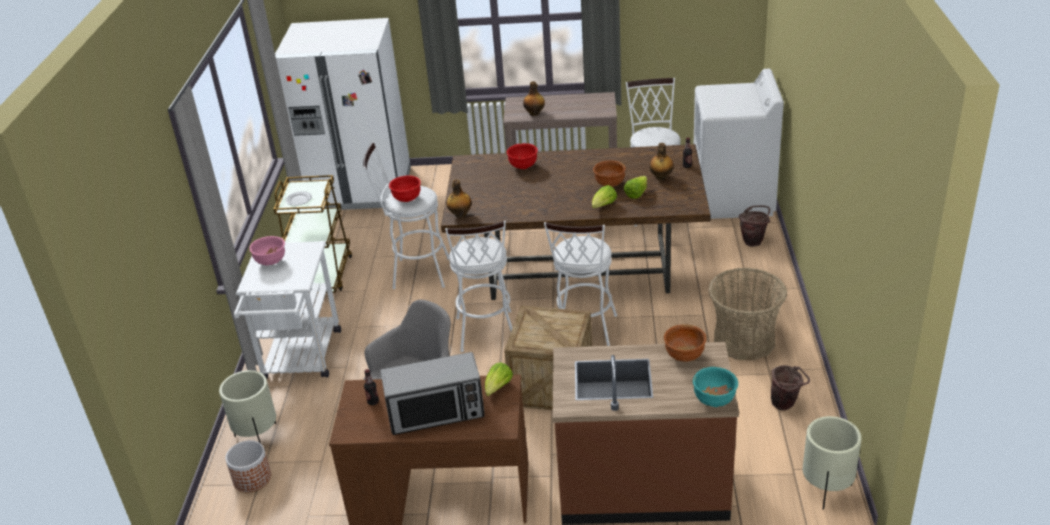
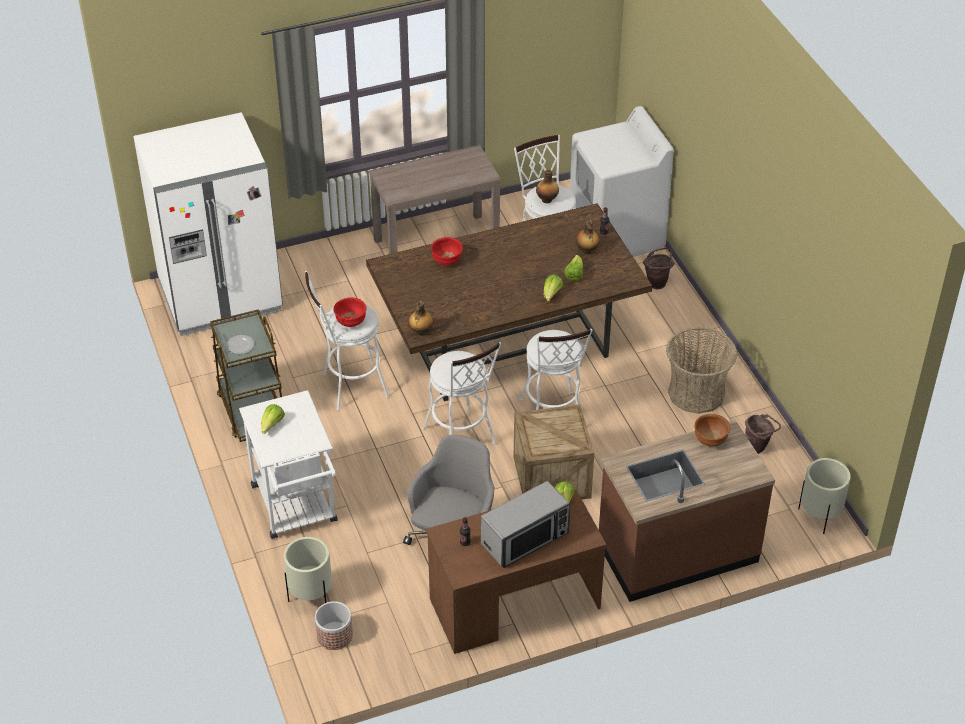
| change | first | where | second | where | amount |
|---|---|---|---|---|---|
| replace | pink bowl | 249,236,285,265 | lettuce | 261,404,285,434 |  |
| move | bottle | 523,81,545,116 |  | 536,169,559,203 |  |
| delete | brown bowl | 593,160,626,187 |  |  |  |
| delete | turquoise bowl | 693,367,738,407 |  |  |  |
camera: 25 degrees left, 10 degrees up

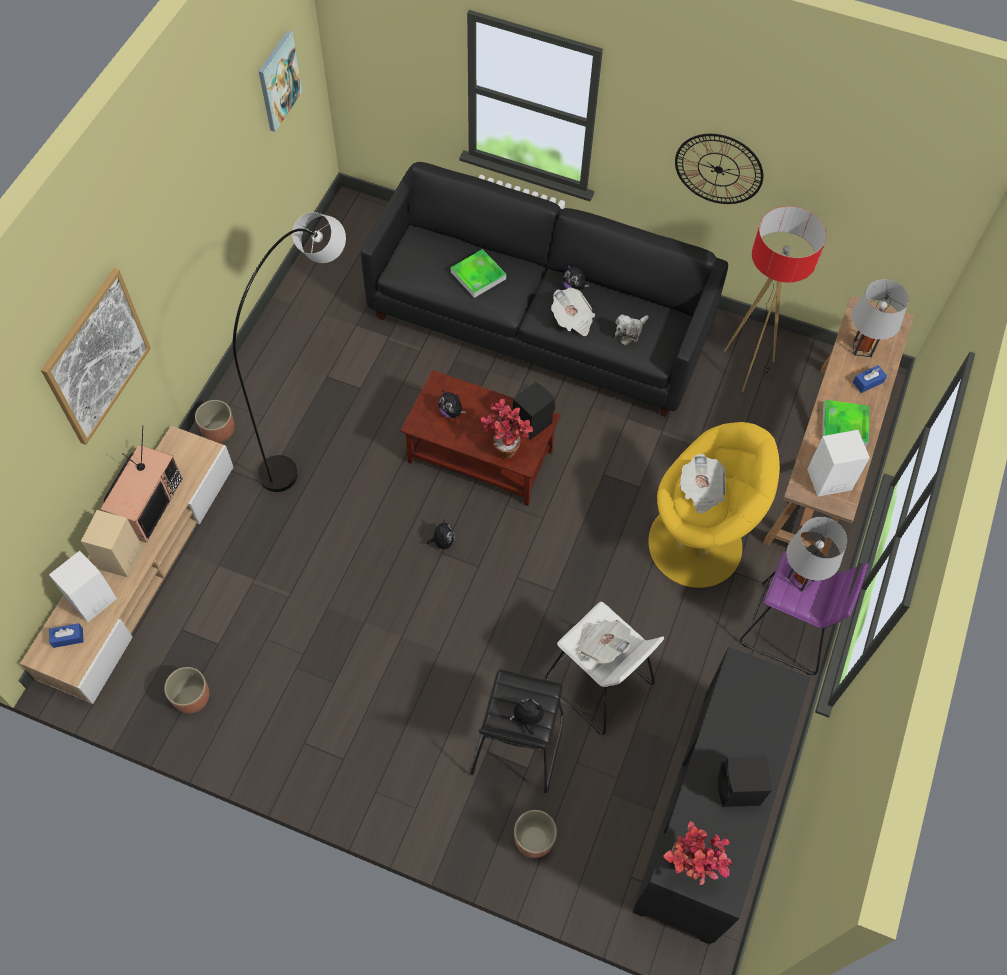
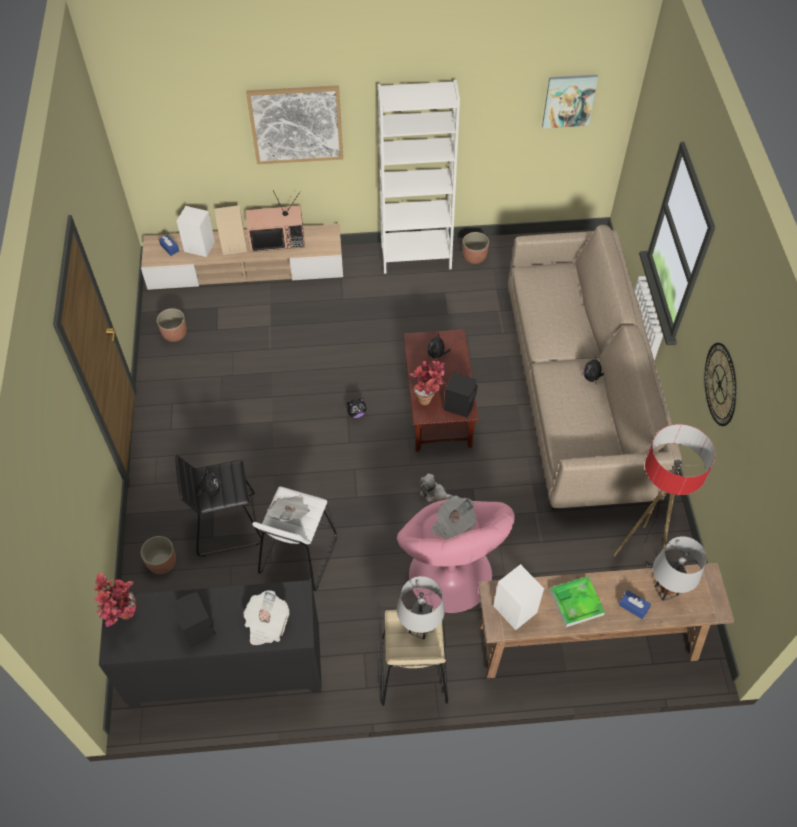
| change | first | where | second | where | amount |
|---|---|---|---|---|---|
| move | planter | 195,400,234,443 |  | 463,232,489,264 |  |
| delete | grey floor lamp | 233,212,346,492 |  |  |  |
| recolor | black sofa | 361,162,728,417 | beige sofa | 508,225,682,510 |  |
| delete | tray | 451,249,506,298 |  |  |  |
| move | newspaper | 551,288,595,336 |  | 243,590,290,645 |  |
| move | plush toy | 615,314,649,345 |  | 420,473,453,501 |  |
| recolor | yellow armchair | 648,422,780,588 | pink armchair | 397,499,515,613 |  |
| recolor | purple stool | 740,551,868,675 | beige stool | 380,609,448,706 |  |
| insert |  |  | white bookcase | 378,80,460,274 |  |
camera: 65 degrees right, 5 degrees down

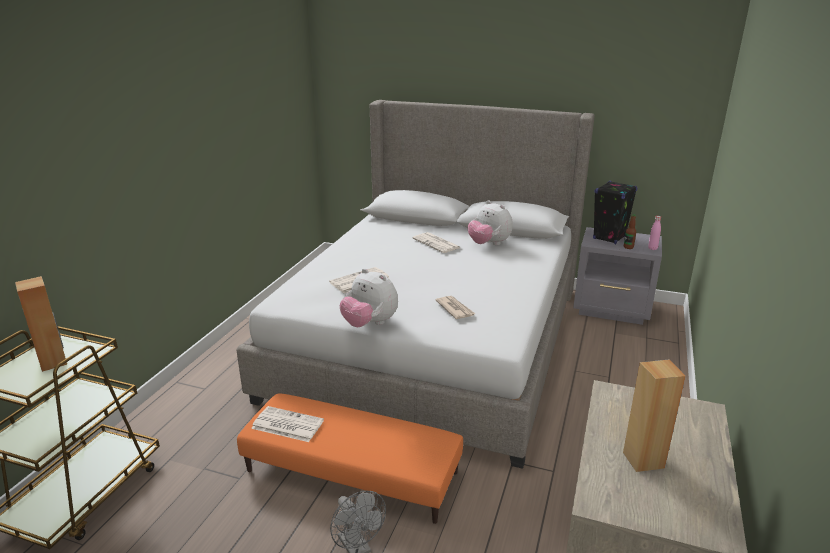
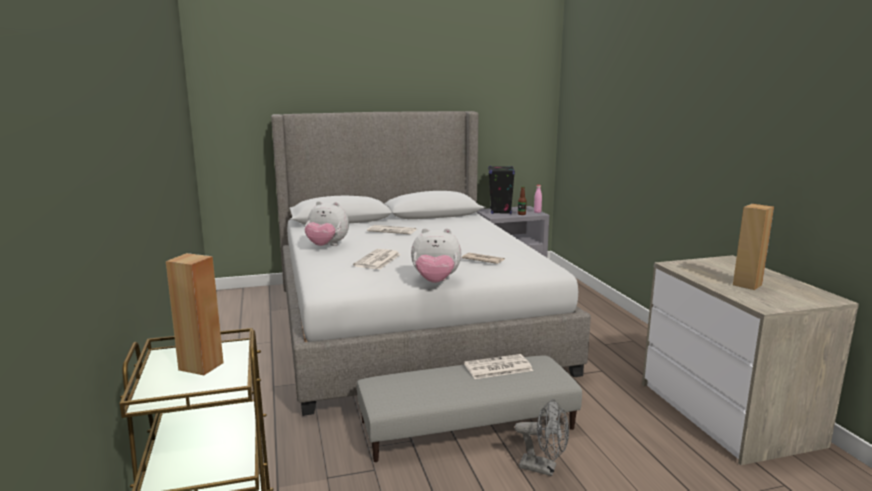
| change | first | where | second | where | amount |
|---|---|---|---|---|---|
| recolor | orange ottoman | 237,393,463,524 | grey ottoman | 357,355,582,462 |  |
| move | newspaper | 251,406,324,442 |  | 464,354,533,379 |  |
| move | plush toy | 468,200,513,245 |  | 304,201,349,246 |  |
camera: 35 degrees left, 10 degrees down

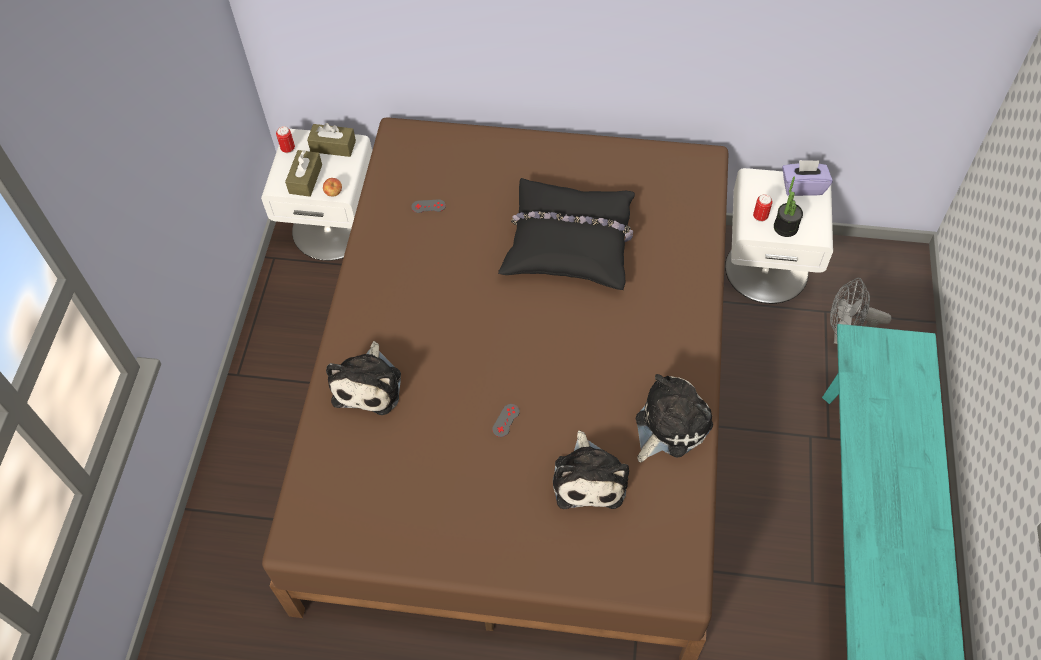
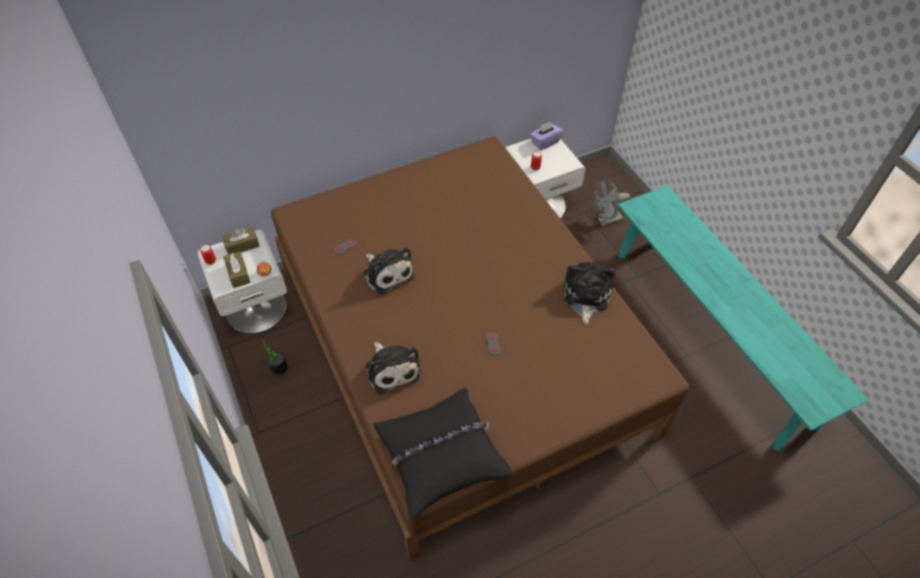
| change | first | where | second | where | amount |
|---|---|---|---|---|---|
| move | black pillow | 498,178,635,290 |  | 373,388,513,519 |  |
| move | plush toy | 553,431,629,509 |  | 363,247,414,295 |  |
| move | potted plant | 774,177,803,237 |  | 263,339,288,375 |  |
camera: 35 degrees left, 5 degrees down

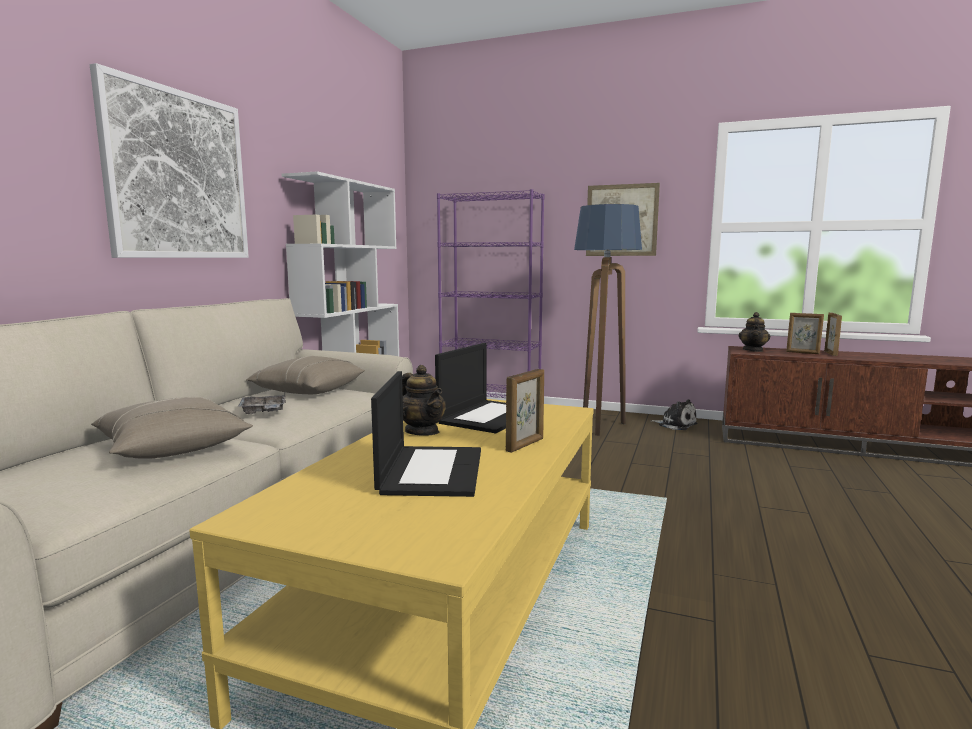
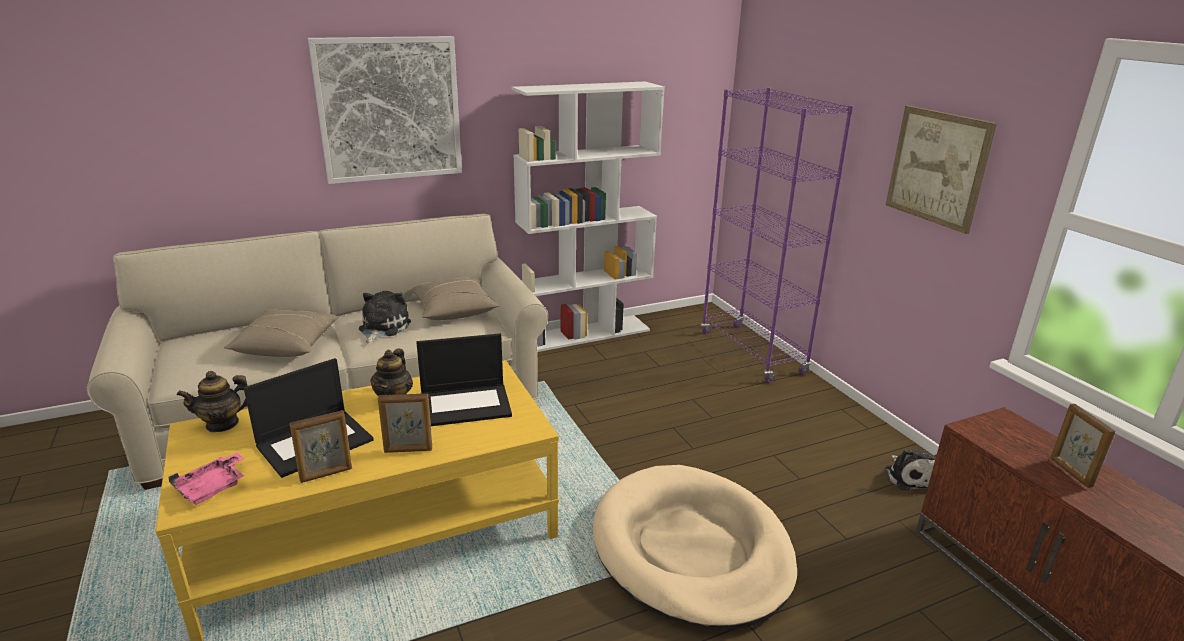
| change | first | where | second | where | amount |
|---|---|---|---|---|---|
| replace | grey tray | 238,393,286,414 | plush toy | 359,291,411,343 |  |
| delete | floor lamp | 574,204,642,436 |  |  |  |
| move | teapot | 739,312,770,352 |  | 177,371,247,432 |  |
| move | picture frame | 824,313,842,356 |  | 289,410,352,483 |  |
| insert |  |  | pink tray | 168,453,244,505 |  |
| insert |  |  | beige dog bed | 593,465,798,630 |  |
camera: 45 degrees right, 15 degrees up

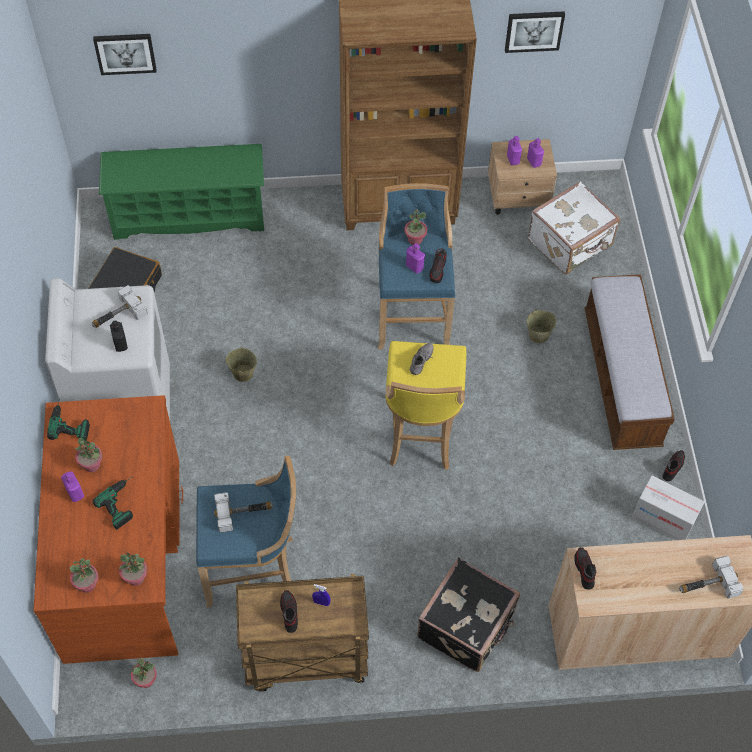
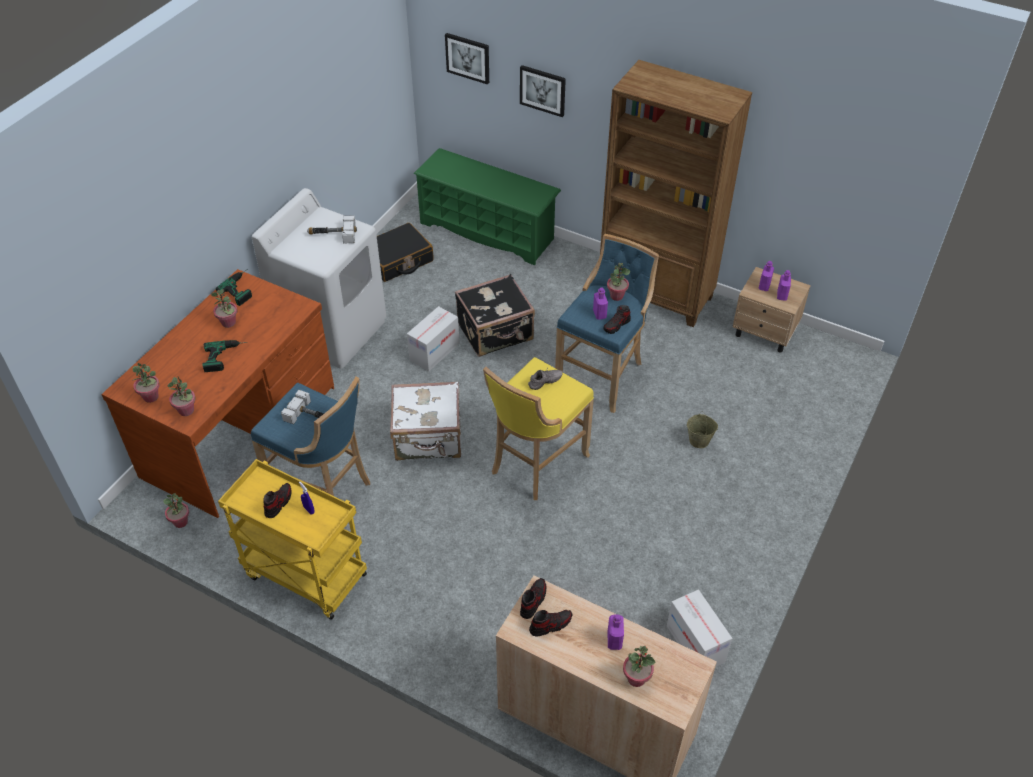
| change | first | where | second | where | amount |
|---|---|---|---|---|---|
| move | purple bottle | 61,471,84,502 |  | 607,615,624,650 |  |
| delete | black bottle | 110,320,128,352 |  |  |  |
| replace | beige bucket | 226,346,257,382 | cardboard box | 407,306,460,371 |  |
| recolor | brown cart | 236,574,369,692 | yellow cart | 218,459,367,620 |  |
| move | black suitcase | 417,558,520,672 |  | 455,274,535,357 |  |
| move | picture | 505,11,565,53 |  | 520,65,566,117 |  |
| move | white suitcase | 528,181,620,274 |  | 390,381,461,461 |  |
| delete | bench | 584,274,675,450 |  |  |  |
| move | shoe | 663,450,685,481 |  | 529,610,573,637 |  |
| replace | hammer | 679,556,744,598 | potted plant | 623,646,655,687 |  |
camera: 35 degrees right, 10 degrees down

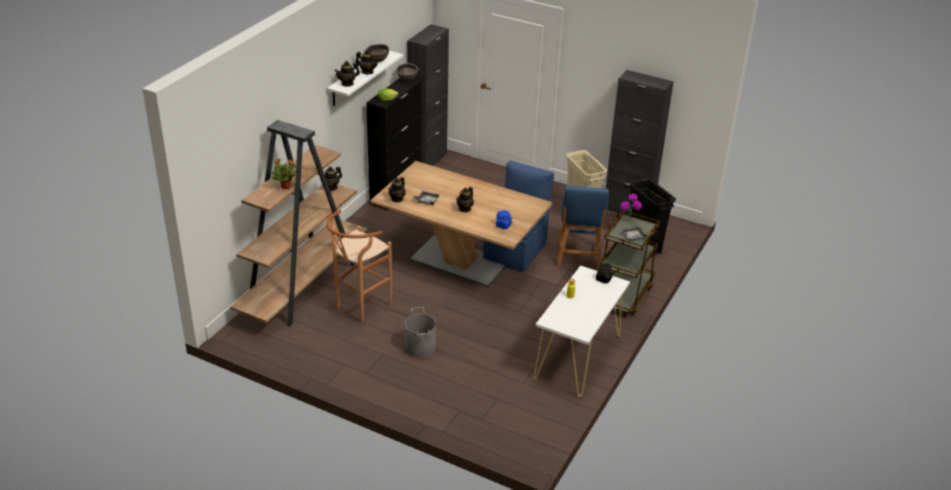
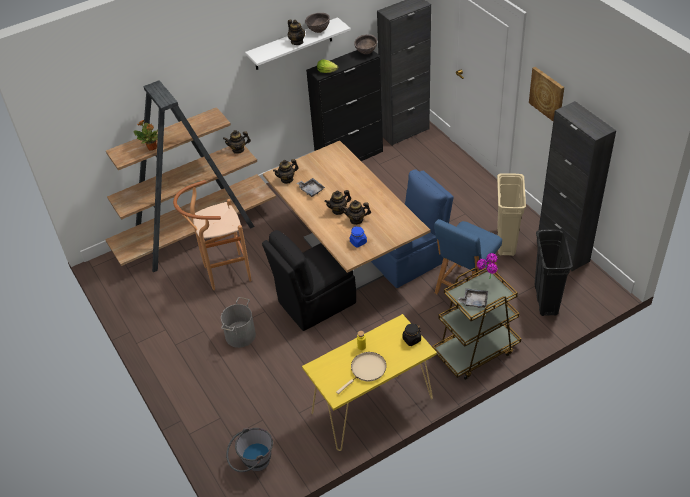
| change | first | where | second | where | amount |
|---|---|---|---|---|---|
| move | teapot | 334,61,360,87 |  | 341,200,371,225 |  |
| recolor | white console table | 534,265,630,396 | yellow console table | 302,314,437,451 |  |
| insert |  |  | grey bucket | 226,428,273,472 |  |
| insert |  |  | black chair | 262,230,356,331 |  |
| insert |  |  | beige frying pan | 336,352,386,394 |  |
| insert |  |  | picture | 529,67,564,121 |  |
camera: 35 degrees right, 10 degrees up

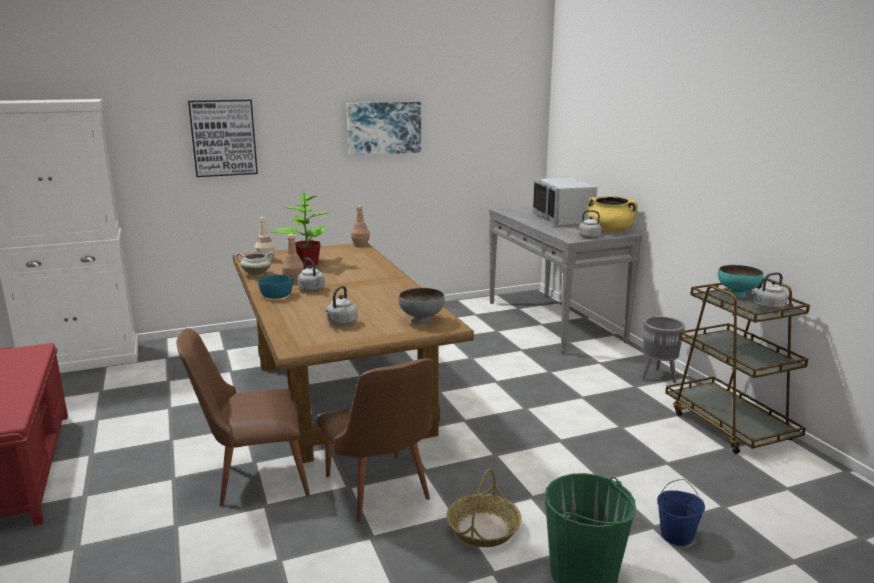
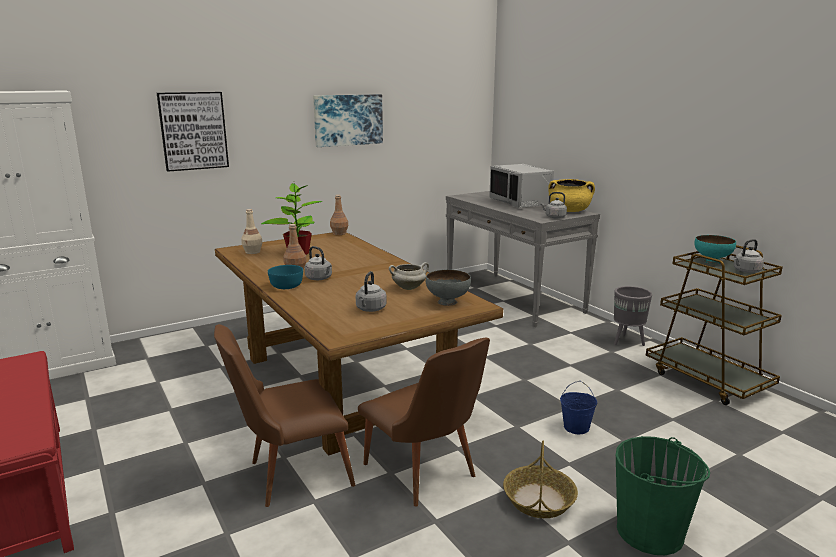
| change | first | where | second | where | amount |
|---|---|---|---|---|---|
| move | white cooking pot | 236,252,274,276 |  | 389,262,429,290 |  |
| move | blue bucket | 657,479,705,546 |  | 560,381,597,434 |  |
camera: 10 degrees left, 0 degrees up

